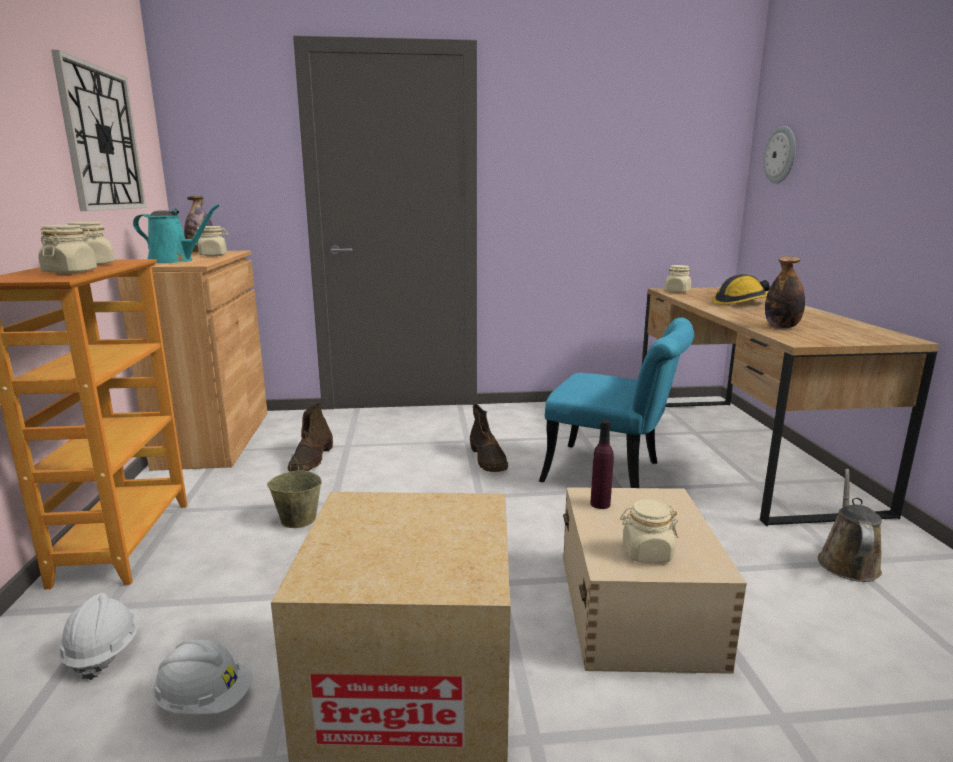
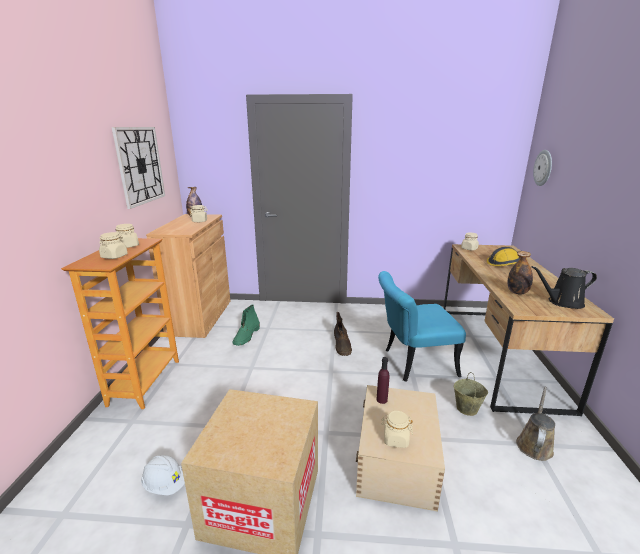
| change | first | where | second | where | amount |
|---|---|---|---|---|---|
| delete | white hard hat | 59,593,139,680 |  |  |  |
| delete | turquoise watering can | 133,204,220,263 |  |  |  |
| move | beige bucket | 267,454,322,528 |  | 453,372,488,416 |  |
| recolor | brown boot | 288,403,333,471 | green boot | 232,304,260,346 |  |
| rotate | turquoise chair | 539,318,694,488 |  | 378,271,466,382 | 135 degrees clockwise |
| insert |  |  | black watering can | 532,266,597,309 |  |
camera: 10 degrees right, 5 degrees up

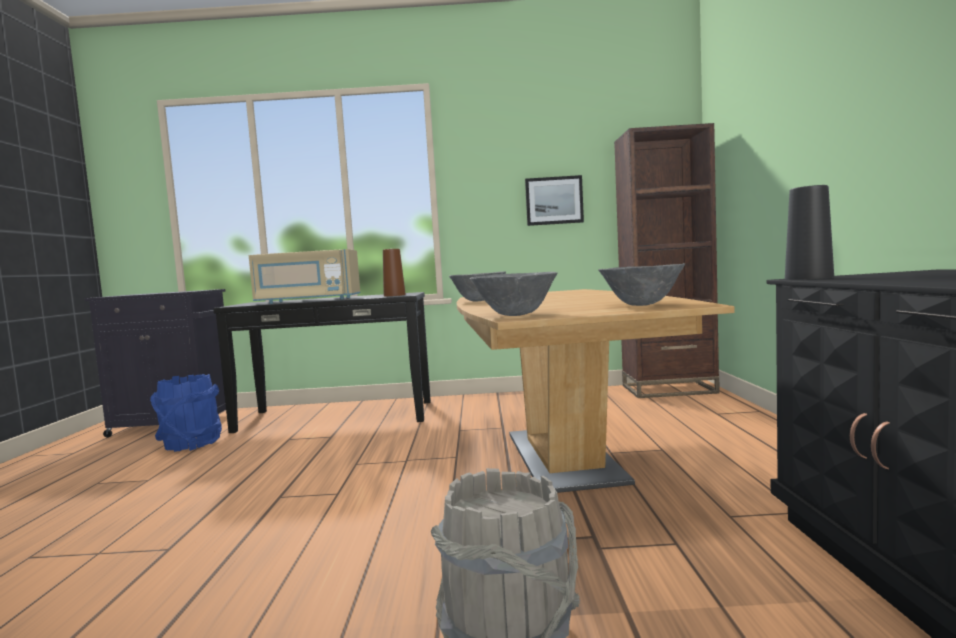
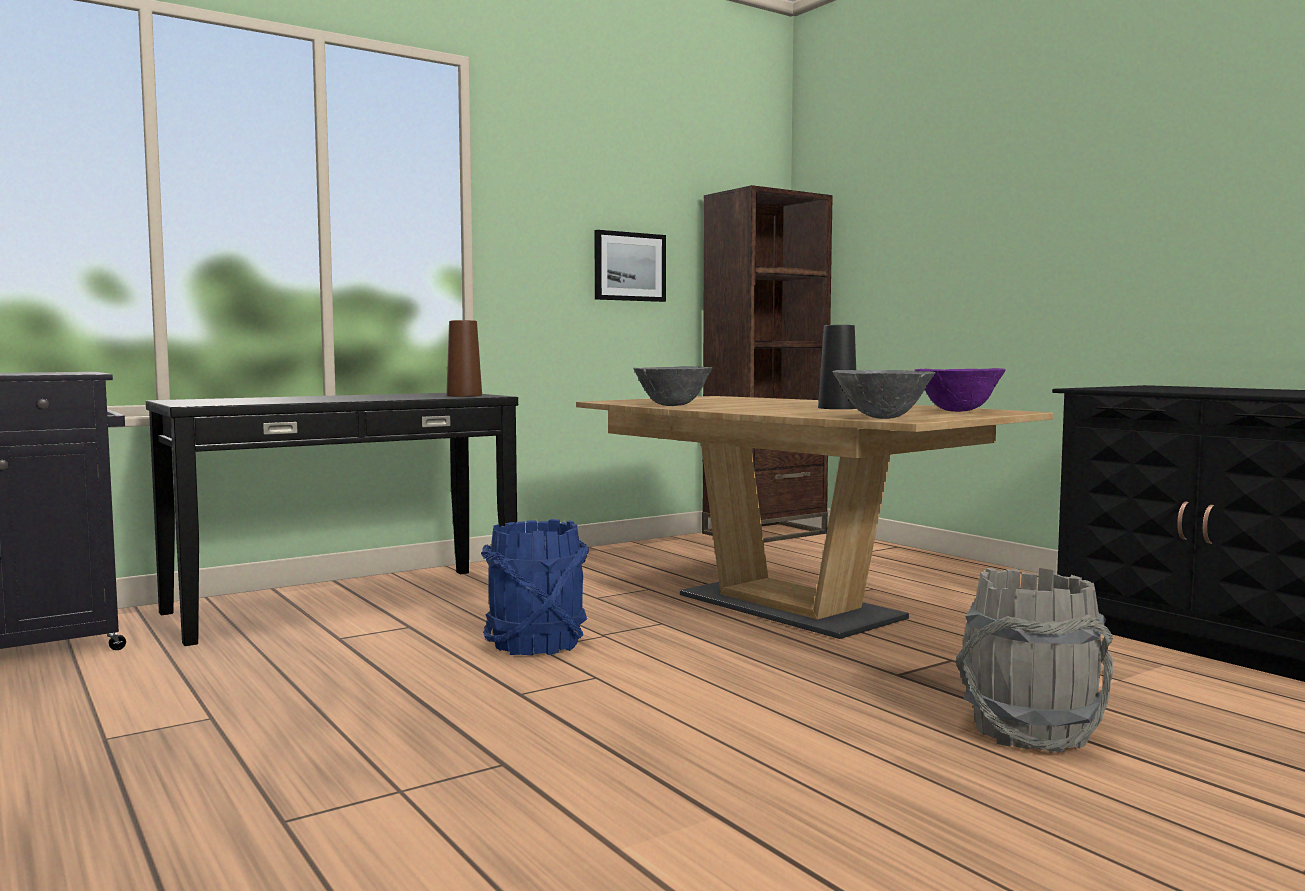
| change | first | where | second | where | amount |
|---|---|---|---|---|---|
| move | blue bucket | 150,374,222,452 |  | 481,519,589,656 |  |
| delete | beige microwave | 249,249,360,304 |  |  |  |
| recolor | grey bowl | 598,263,685,306 | purple bowl | 914,368,1006,412 |  |
| move | black vase | 785,185,834,280 |  | 818,325,857,409 |  |
camera: 35 degrees left, 0 degrees up

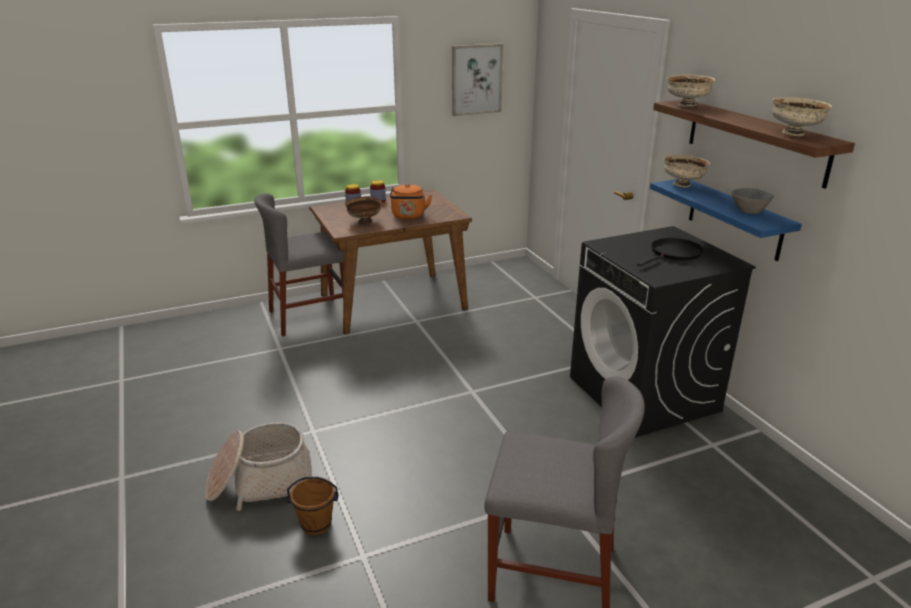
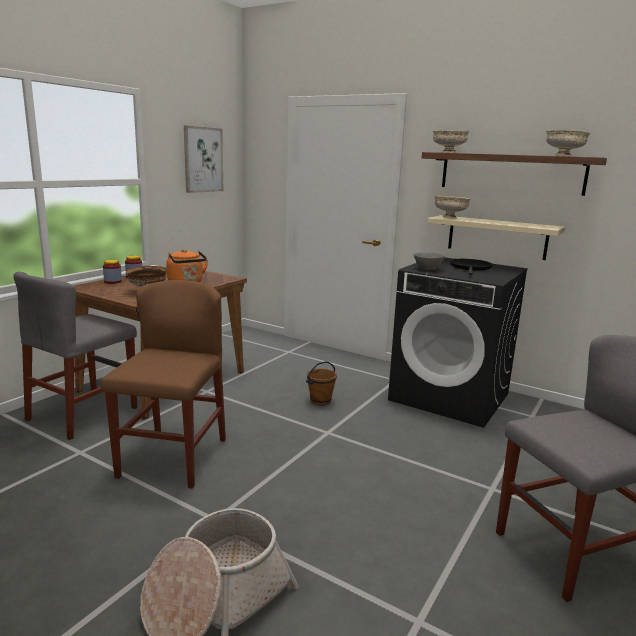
| change | first | where | second | where | amount |
|---|---|---|---|---|---|
| move | brown bucket | 287,477,338,535 |  | 306,361,337,406 |  |
| recolor | blue shelf | 650,179,802,261 | beige shelf | 427,215,565,260 |  |
| move | grey bowl | 732,188,774,214 |  | 414,252,445,270 |  |
| insert |  |  | brown chair | 101,280,226,489 |  |
camera: 35 degrees left, 10 degrees down

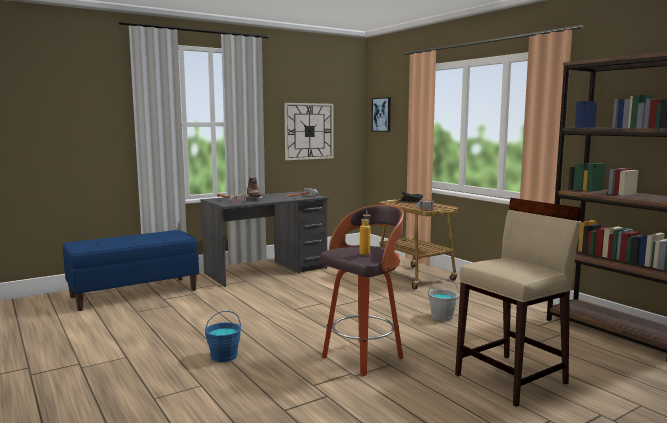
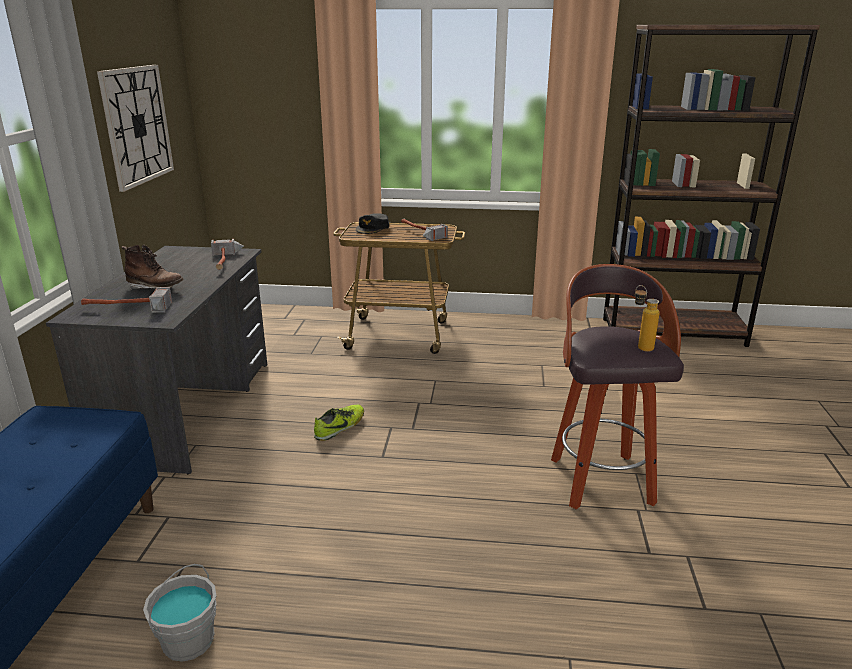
| change | first | where | second | where | amount |
|---|---|---|---|---|---|
| delete | blue bucket | 205,311,241,362 |  |  |  |
| delete | picture | 372,97,391,132 |  |  |  |
| move | grey bucket | 428,279,459,321 |  | 143,564,217,662 |  |
| delete | beige stool | 455,198,583,407 |  |  |  |
| insert |  |  | shoe | 314,404,364,441 |  |
camera: 50 degrees left, 15 degrees up

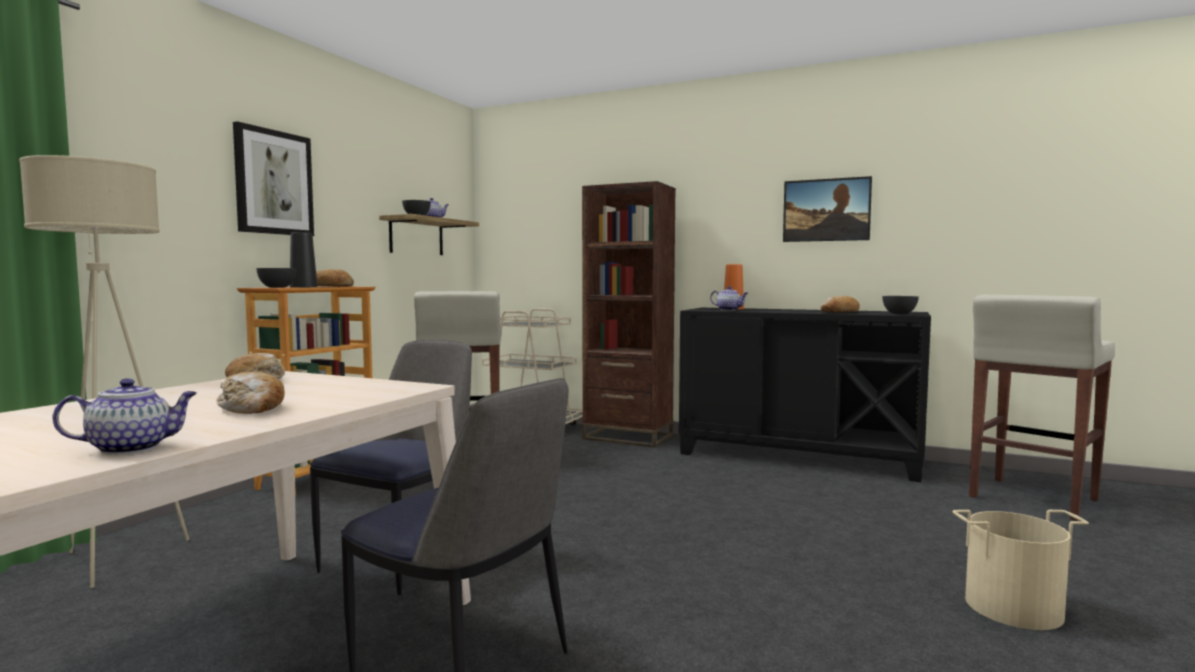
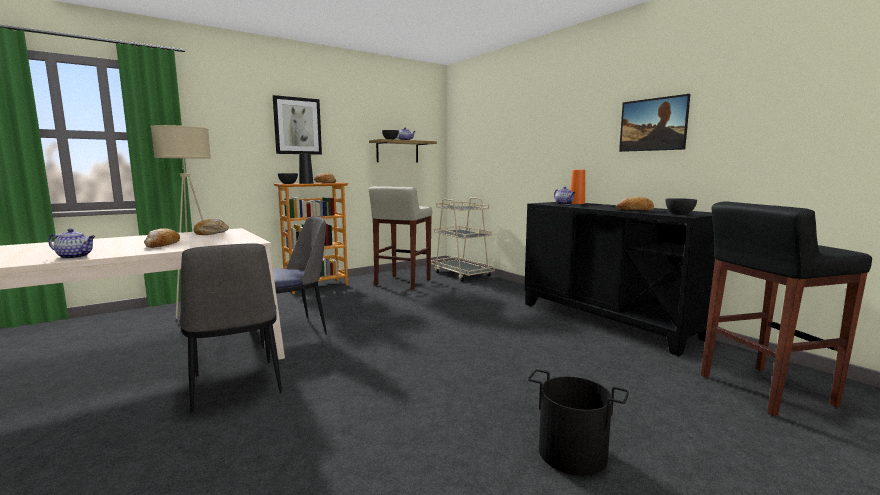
| change | first | where | second | where | amount |
|---|---|---|---|---|---|
| delete | brown bookcase | 582,181,676,448 |  |  |  |
| recolor | beige bucket | 953,510,1089,630 | black bucket | 528,369,629,476 |  |
| recolor | beige stool | 969,295,1115,521 | black stool | 701,201,872,416 |  |
camera: 30 degrees right, 5 degrees up

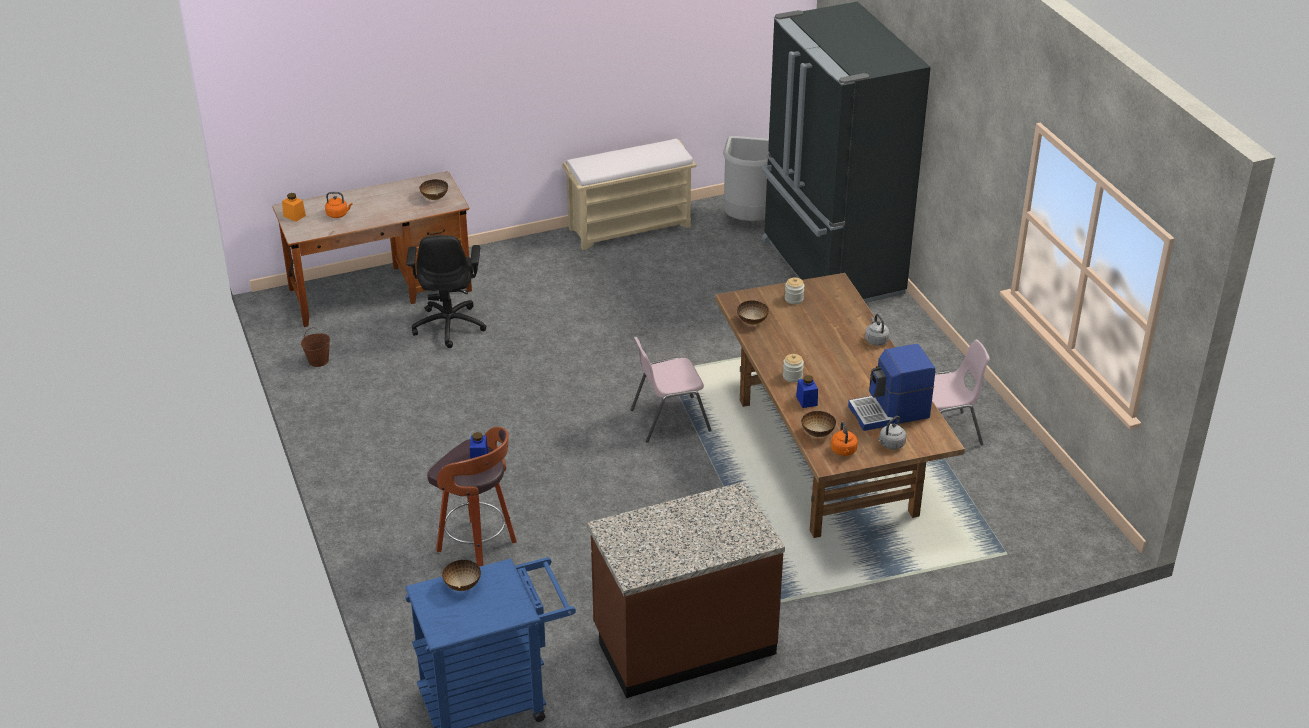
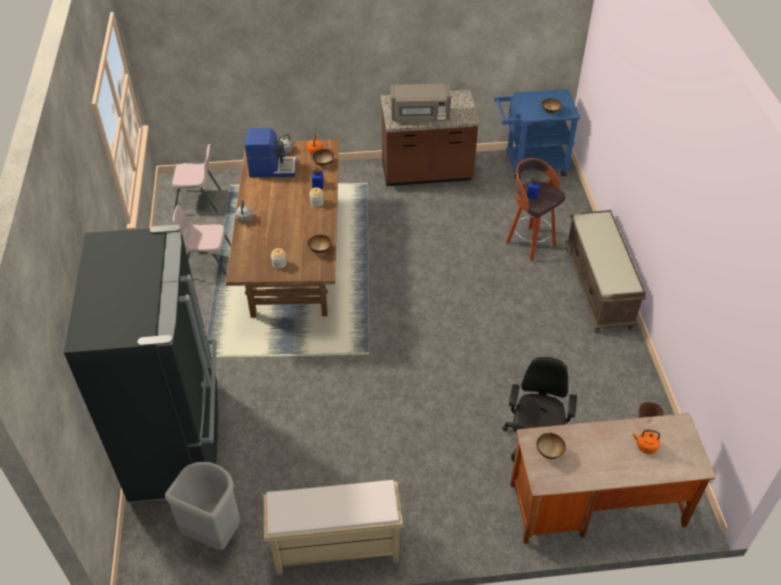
| change | first | where | second | where | amount |
|---|---|---|---|---|---|
| delete | orange jar | 282,193,306,222 |  |  |  |
| move | pink chair | 631,337,711,443 |  | 172,144,221,212 |  |
| insert |  |  | grey microwave | 391,84,451,123 |  |
| insert |  |  | brown bench | 565,210,646,333 |  |
camera: 165 degrees left, 10 degrees up

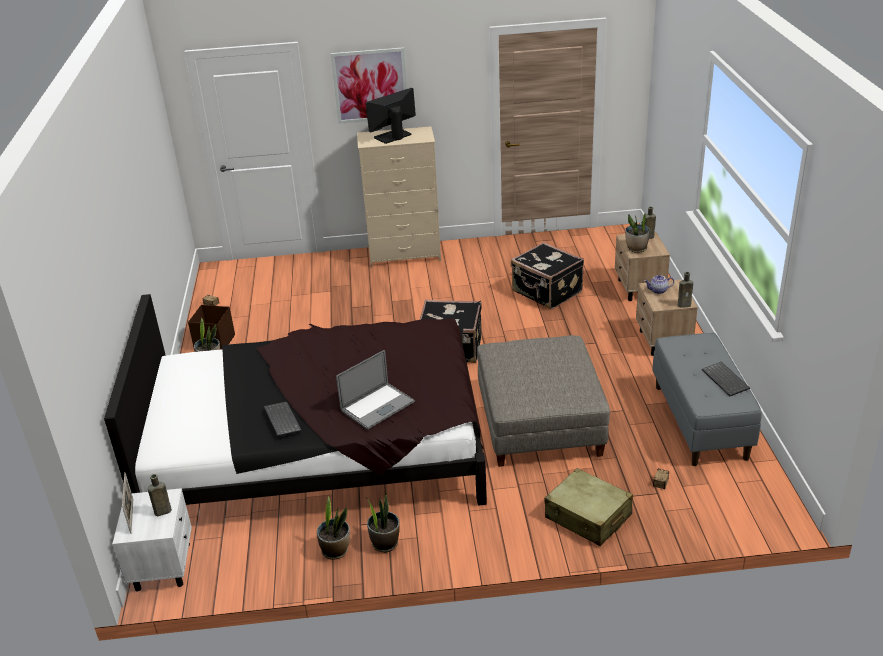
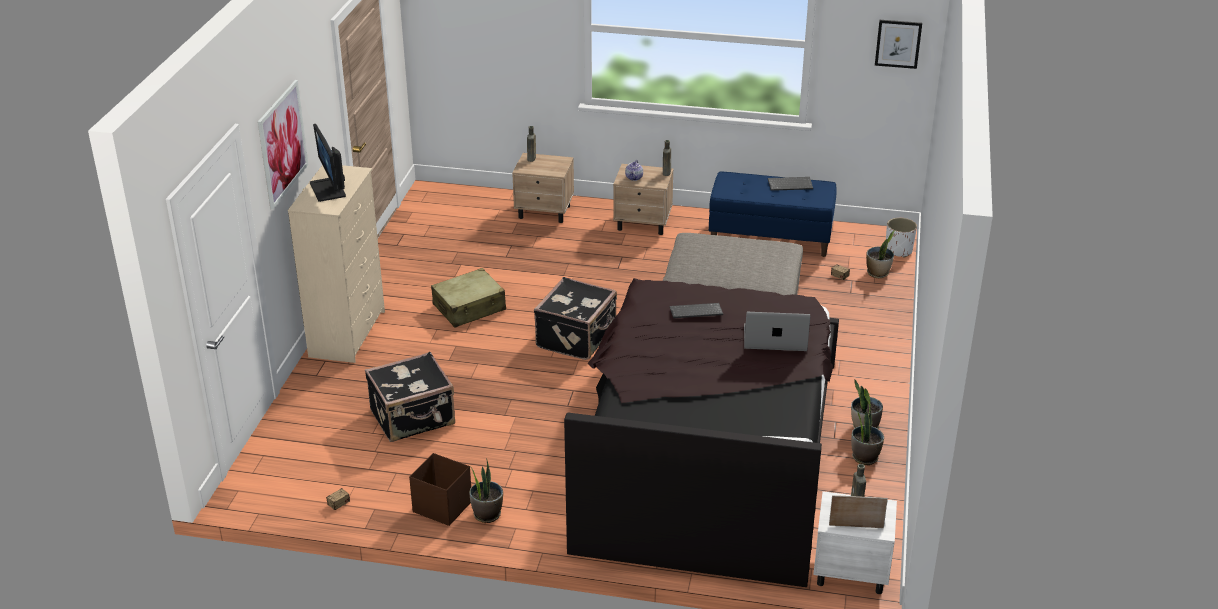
| change | first | where | second | where | amount |
|---|---|---|---|---|---|
| move | keyboard | 264,402,302,437 |  | 670,303,723,318 |  |
| rotate | laptop | 336,350,415,430 |  | 744,312,810,351 | 60 degrees counterclockwise |
| move | black suitcase | 511,242,584,309 |  | 365,352,455,442 |  |
| move | beige suitcase | 544,468,633,546 |  | 431,268,506,328 |  |
| move | potted plant | 625,213,650,253 |  | 866,230,895,278 |  |
| recolor | grey bench | 652,333,762,466 | blue bench | 709,172,837,257 |  |
| insert |  |  | picture | 875,20,922,69 |  |
| insert |  |  | white planter | 886,218,917,258 |  |
camera: 75 degrees left, 0 degrees up

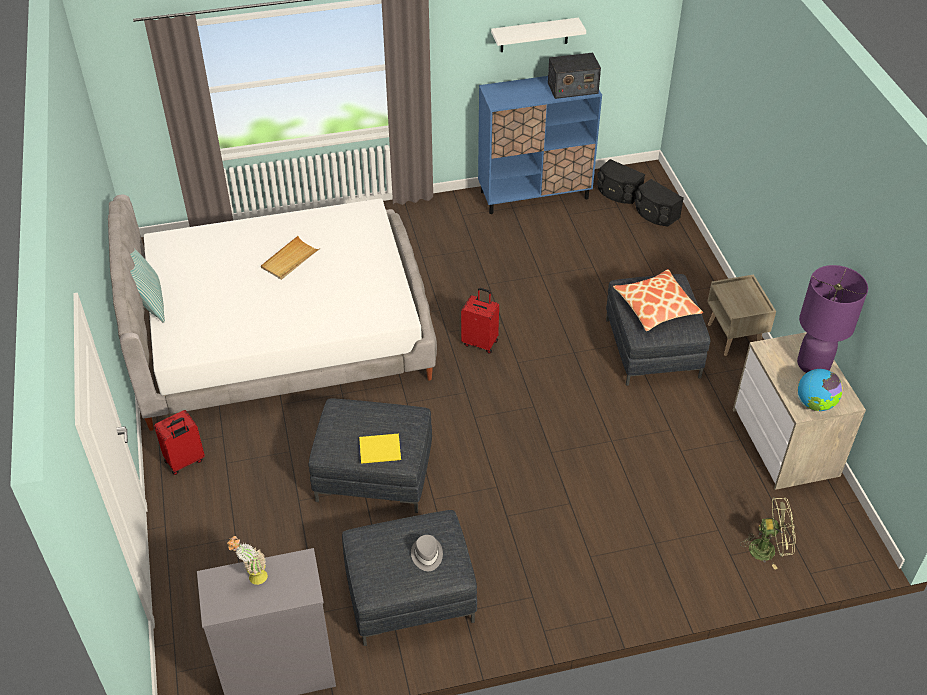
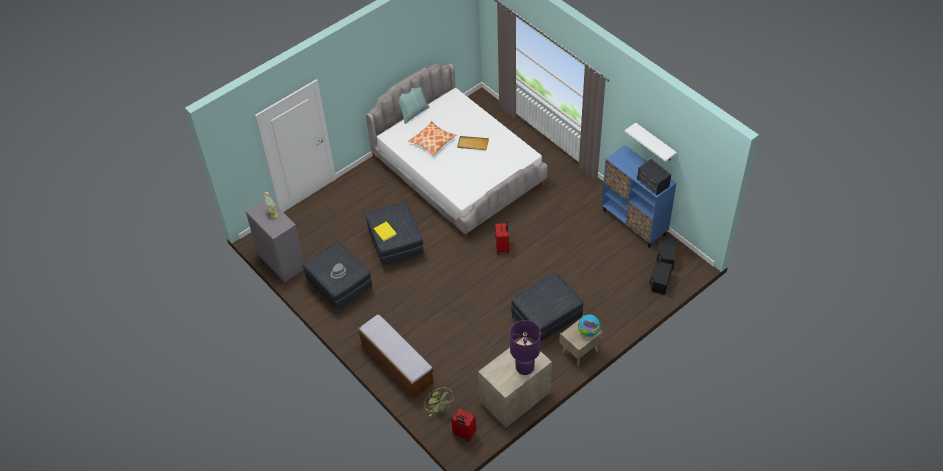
| change | first | where | second | where | amount |
|---|---|---|---|---|---|
| move | red suitcase | 154,410,205,475 |  | 452,408,476,441 |  |
| move | pillow | 613,269,703,331 |  | 409,121,456,156 |  |
| move | globe | 797,369,843,411 |  | 578,315,601,337 |  |
| insert |  |  | bench | 357,314,434,399 |  |
camera: 65 degrees right, 5 degrees up

